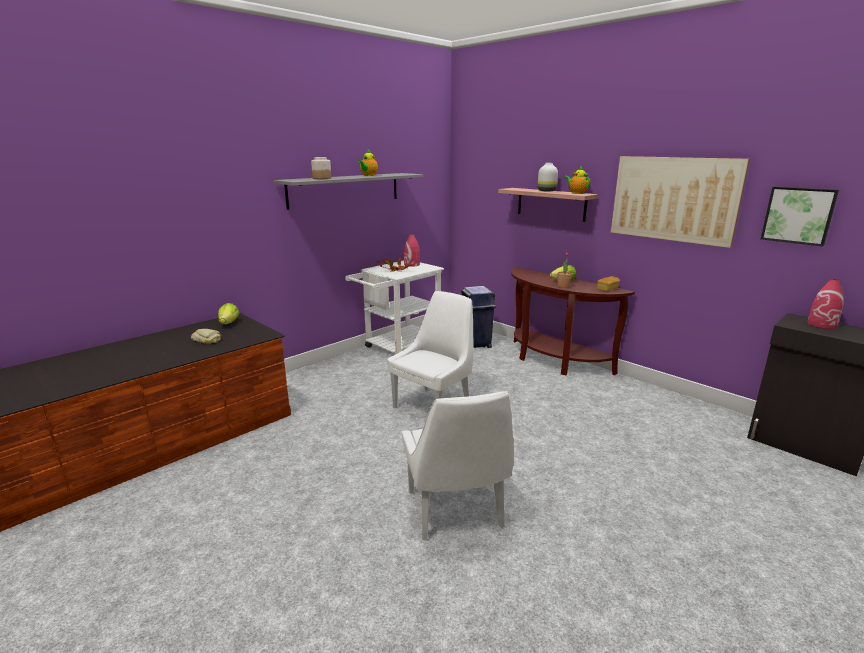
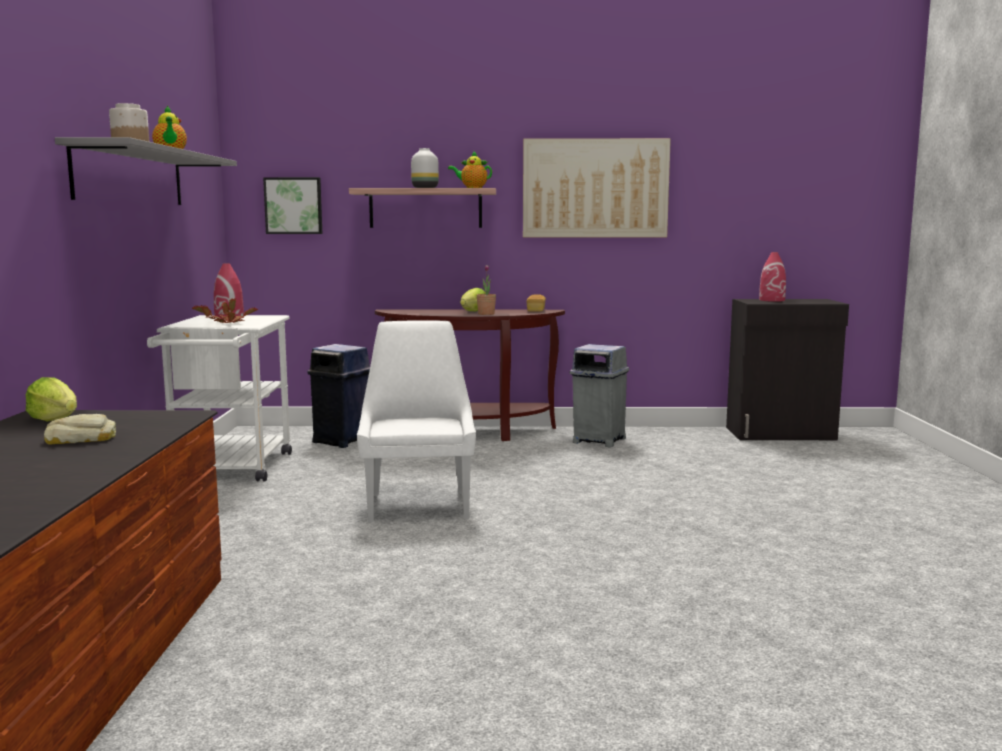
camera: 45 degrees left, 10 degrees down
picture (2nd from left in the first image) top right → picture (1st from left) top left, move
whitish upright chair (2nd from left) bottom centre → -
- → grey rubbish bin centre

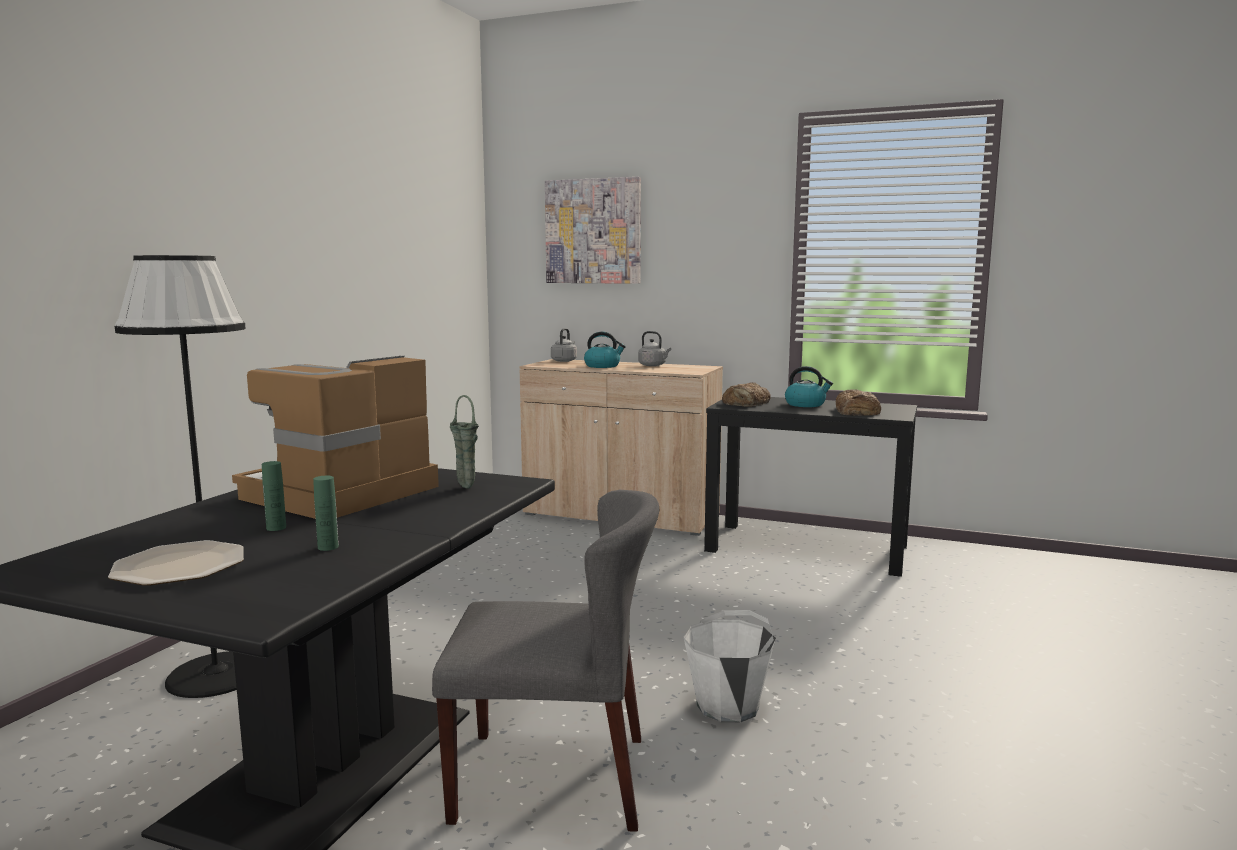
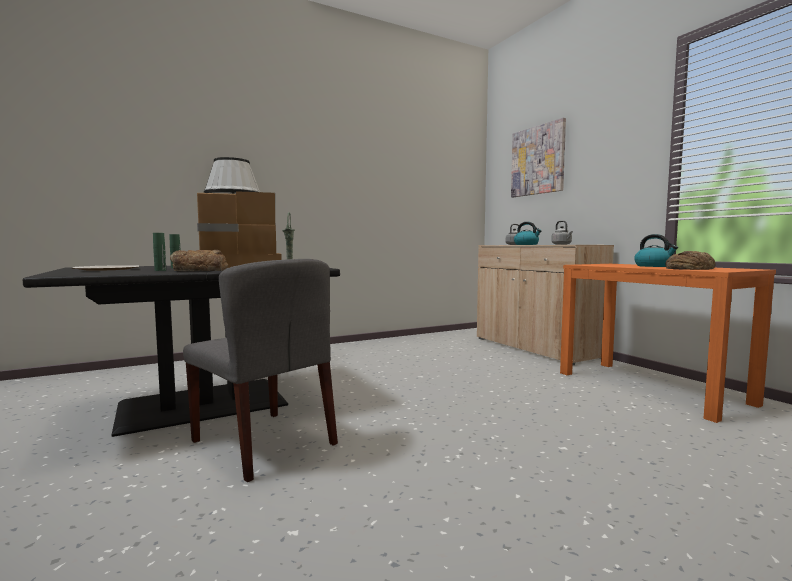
camera: 40 degrees right, 5 degrees down
baked bread (1st from left) centre → baked bread (1st from left) middle left, move
black hall table centre → orangey hall table middle right
whitish water bucket bottom centre → -

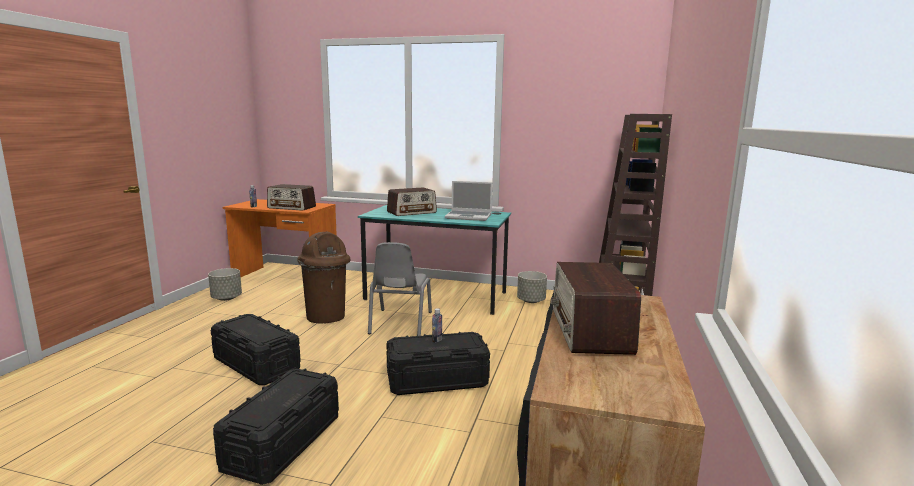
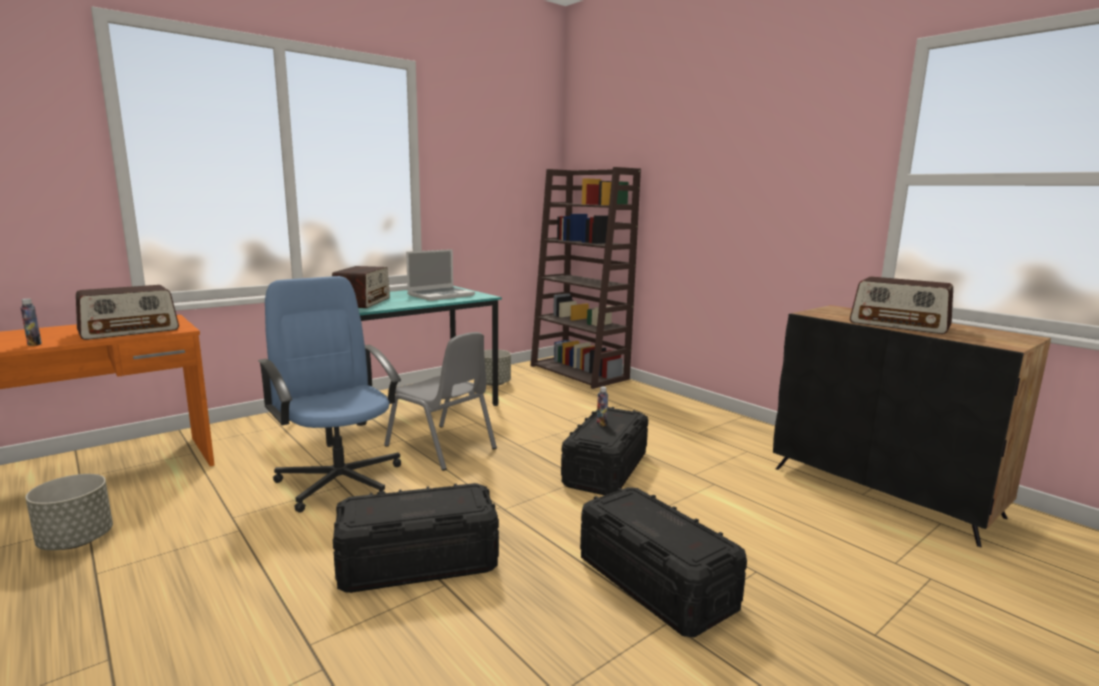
camera: 55 degrees left, 0 degrees up
brownish rubbish bin centre → blue computer chair middle left

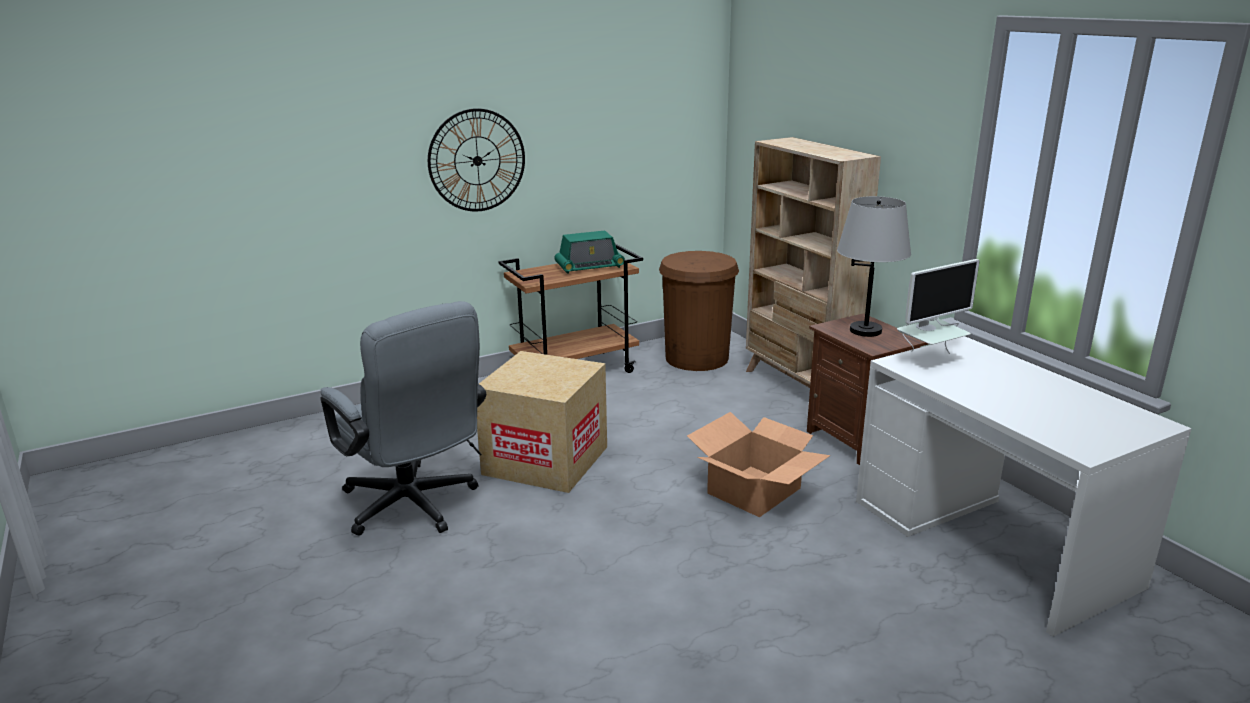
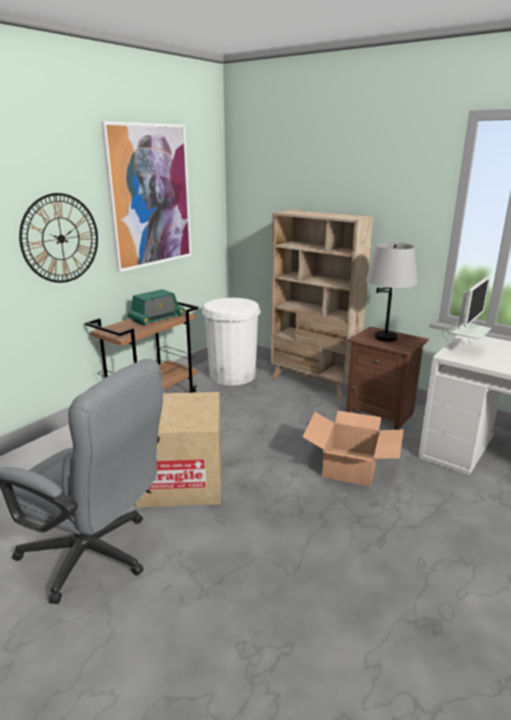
camera: 25 degrees left, 0 degrees up
brownish rubbish bin centre → whitish rubbish bin centre
- → picture top left

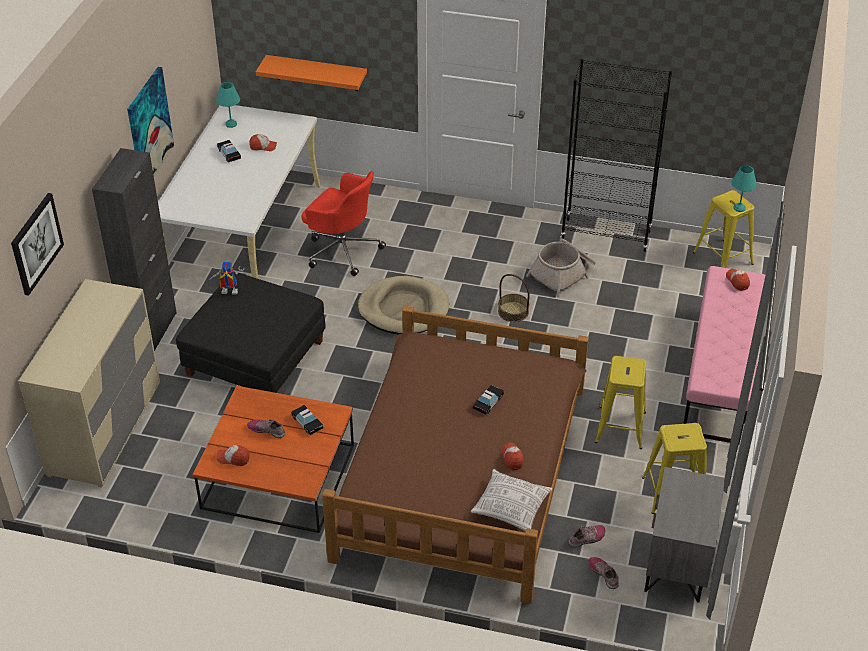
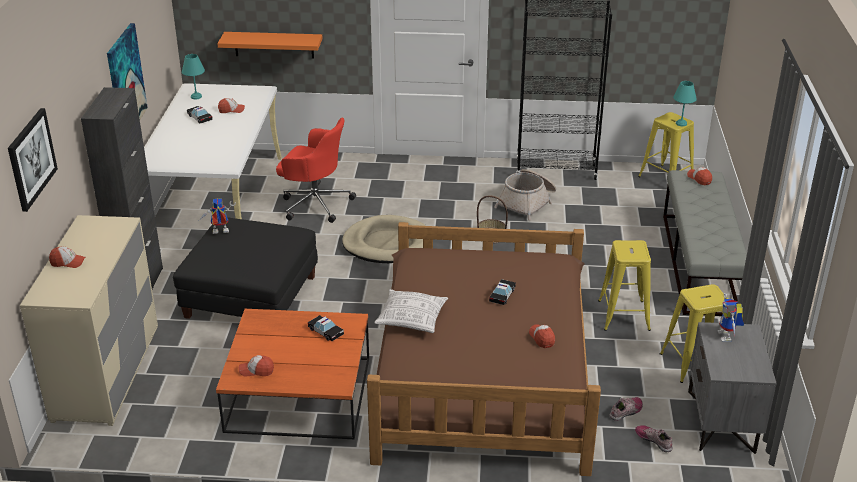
camera: 10 degrees left, 10 degrees down
pink bench middle right → grey bench middle right
shoe (1st from left) middle left → -
pillow bottom centre → pillow centre, move
- → cap (1st from left) middle left
- → model robot (2nd from left) middle right

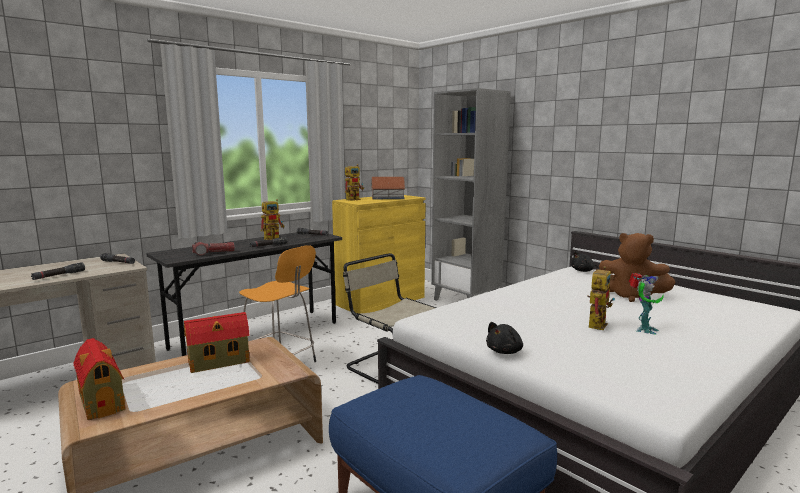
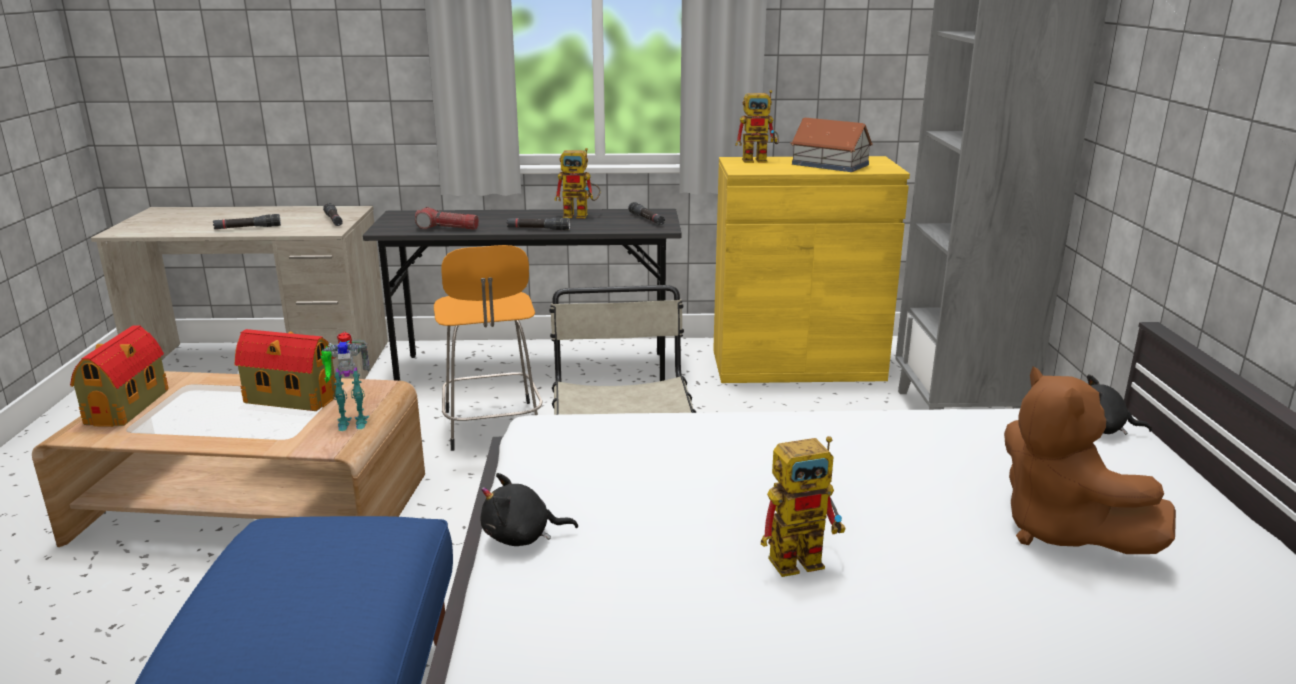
camera: 40 degrees right, 10 degrees up
model robot (4th from left in the first image) middle right → model robot (1st from left) middle left, move

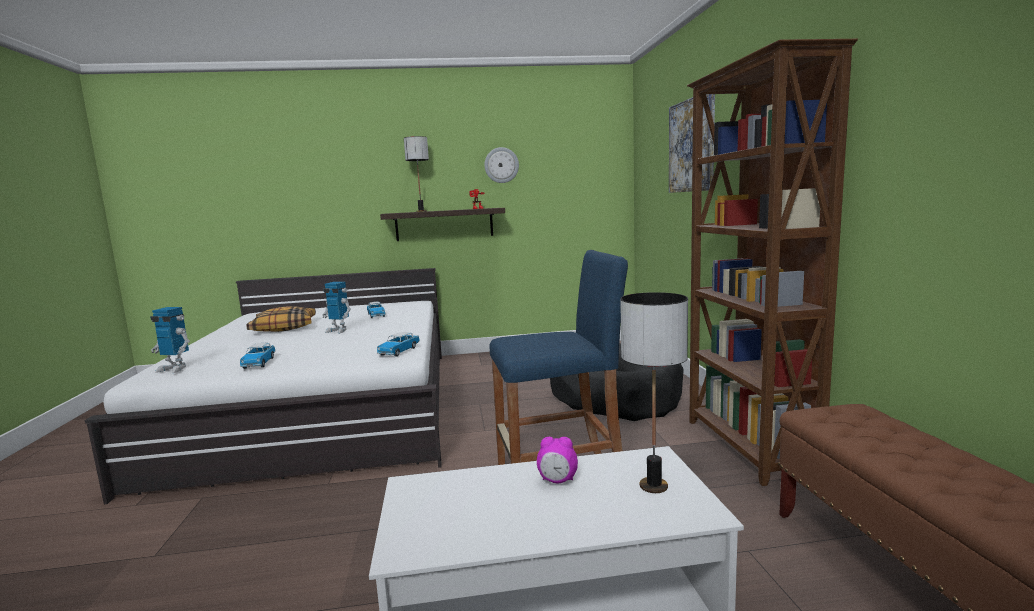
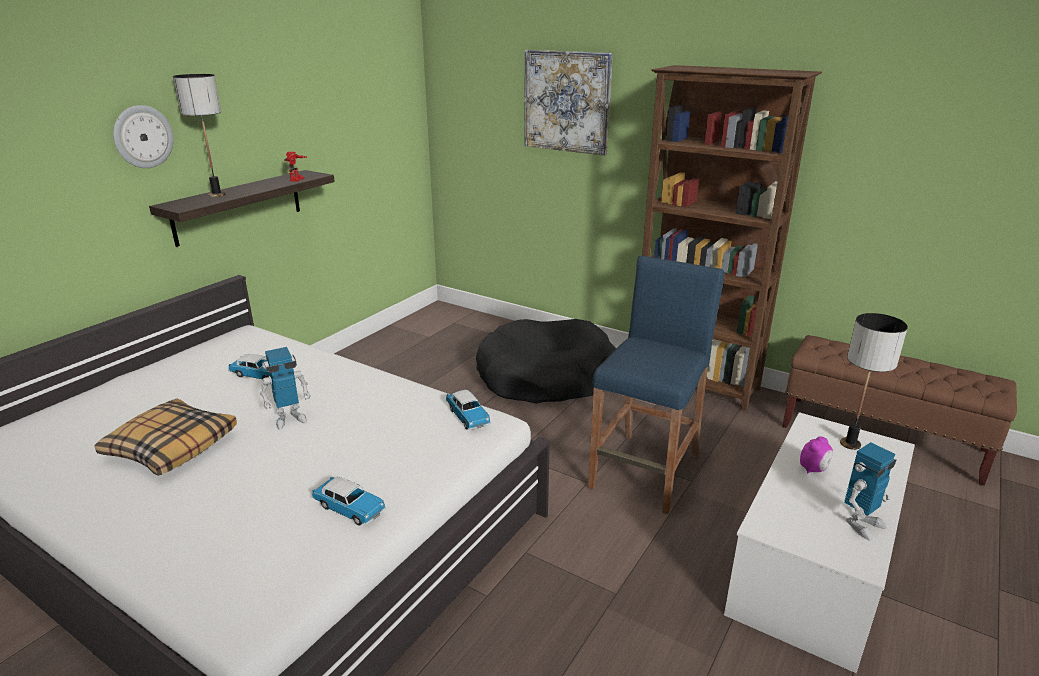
camera: 50 degrees left, 15 degrees up
hanging clock top centre → hanging clock top left, move
model robot (1st from left in the first image) middle left → model robot (3rd from left) bottom right, move

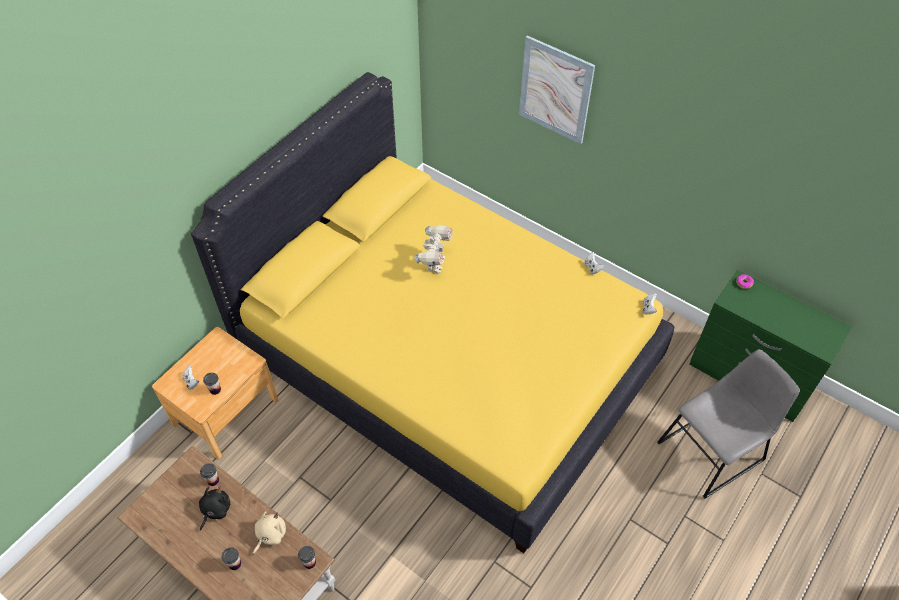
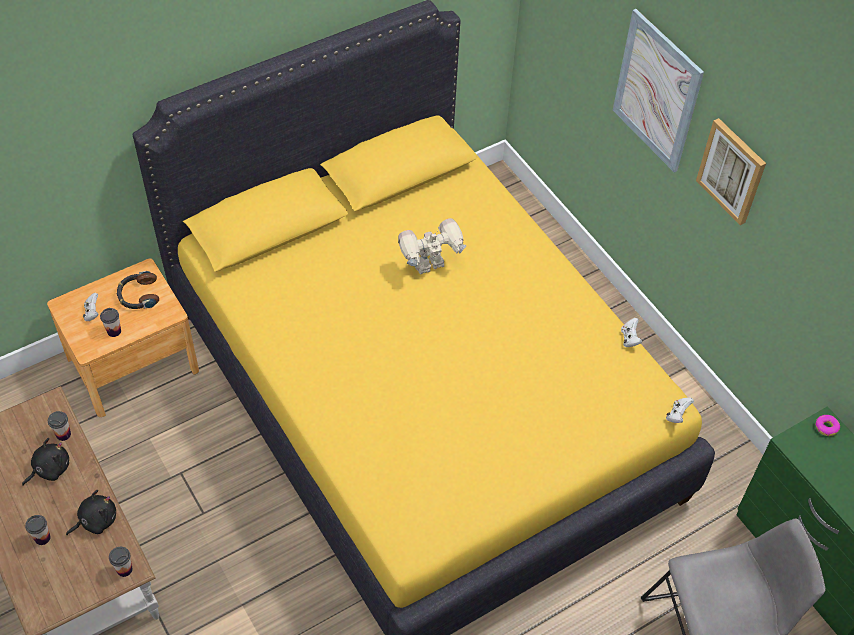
camera: 20 degrees right, 0 degrees up
model robot centre, 150 degrees counterclockwise
beige soft toy bottom left → black soft toy (2nd from left) bottom left
- → picture (2nd from left) top right
- → pair of headphones middle left

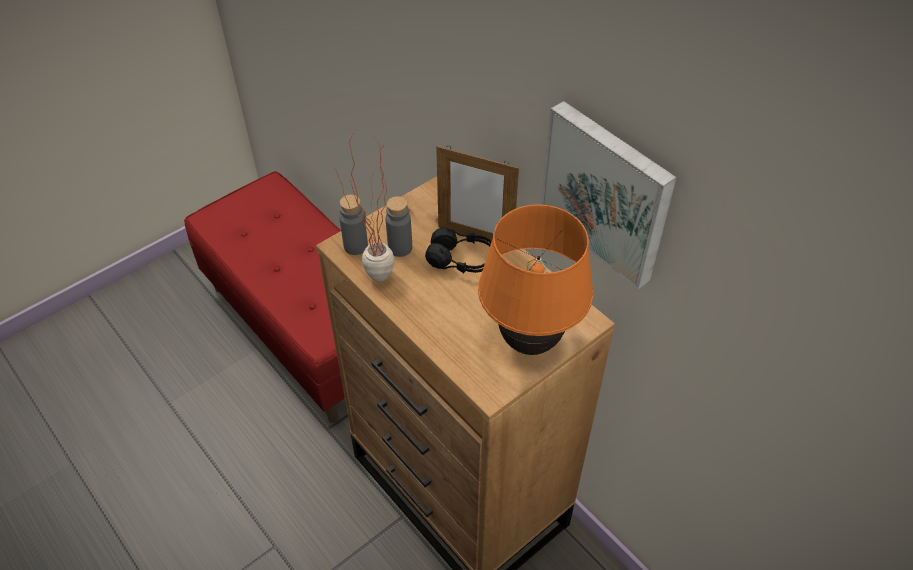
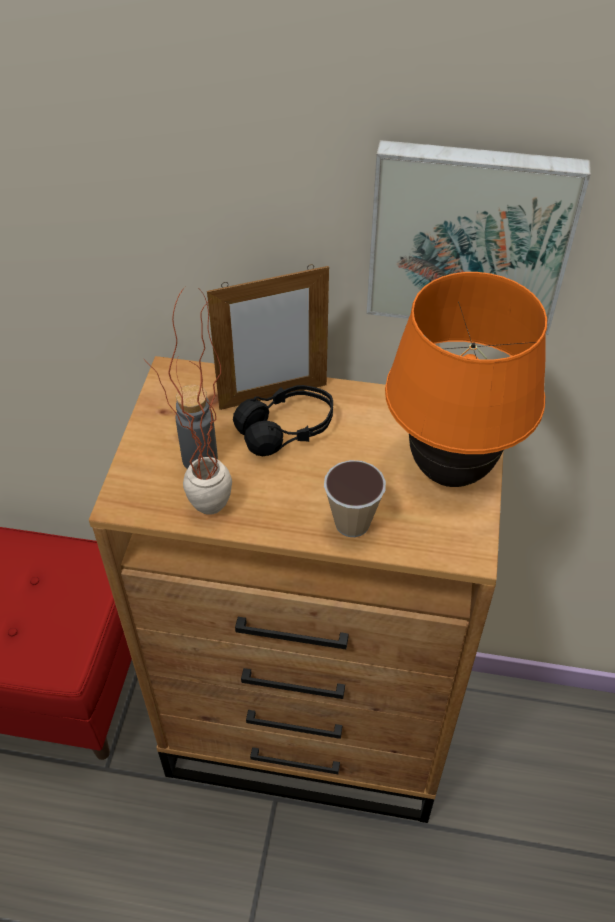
camera: 40 degrees left, 0 degrees up
grey beverage bottle (1st from left) centre → -
- → cup centre

